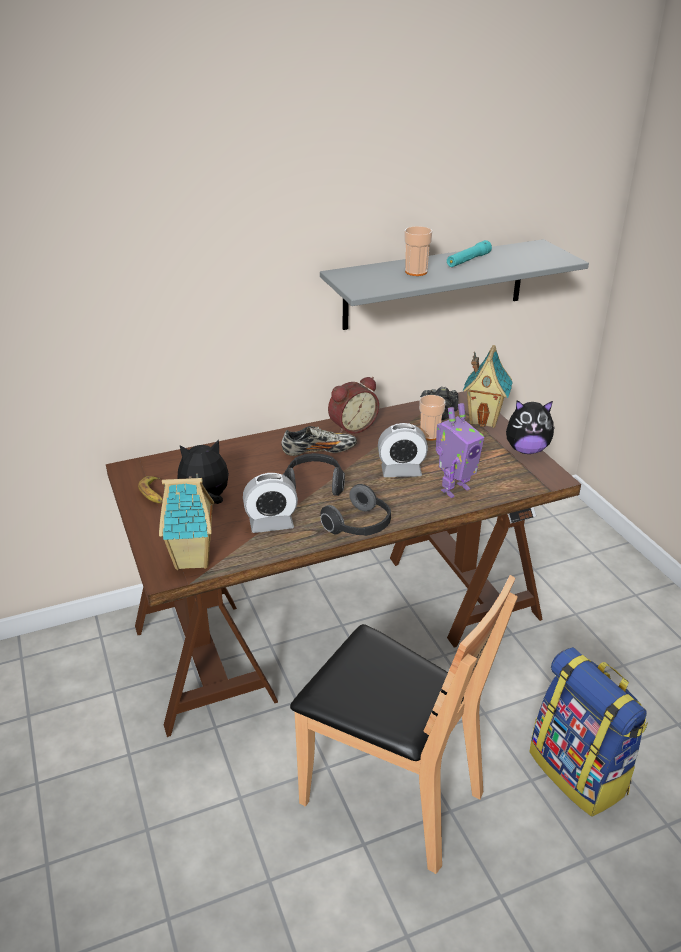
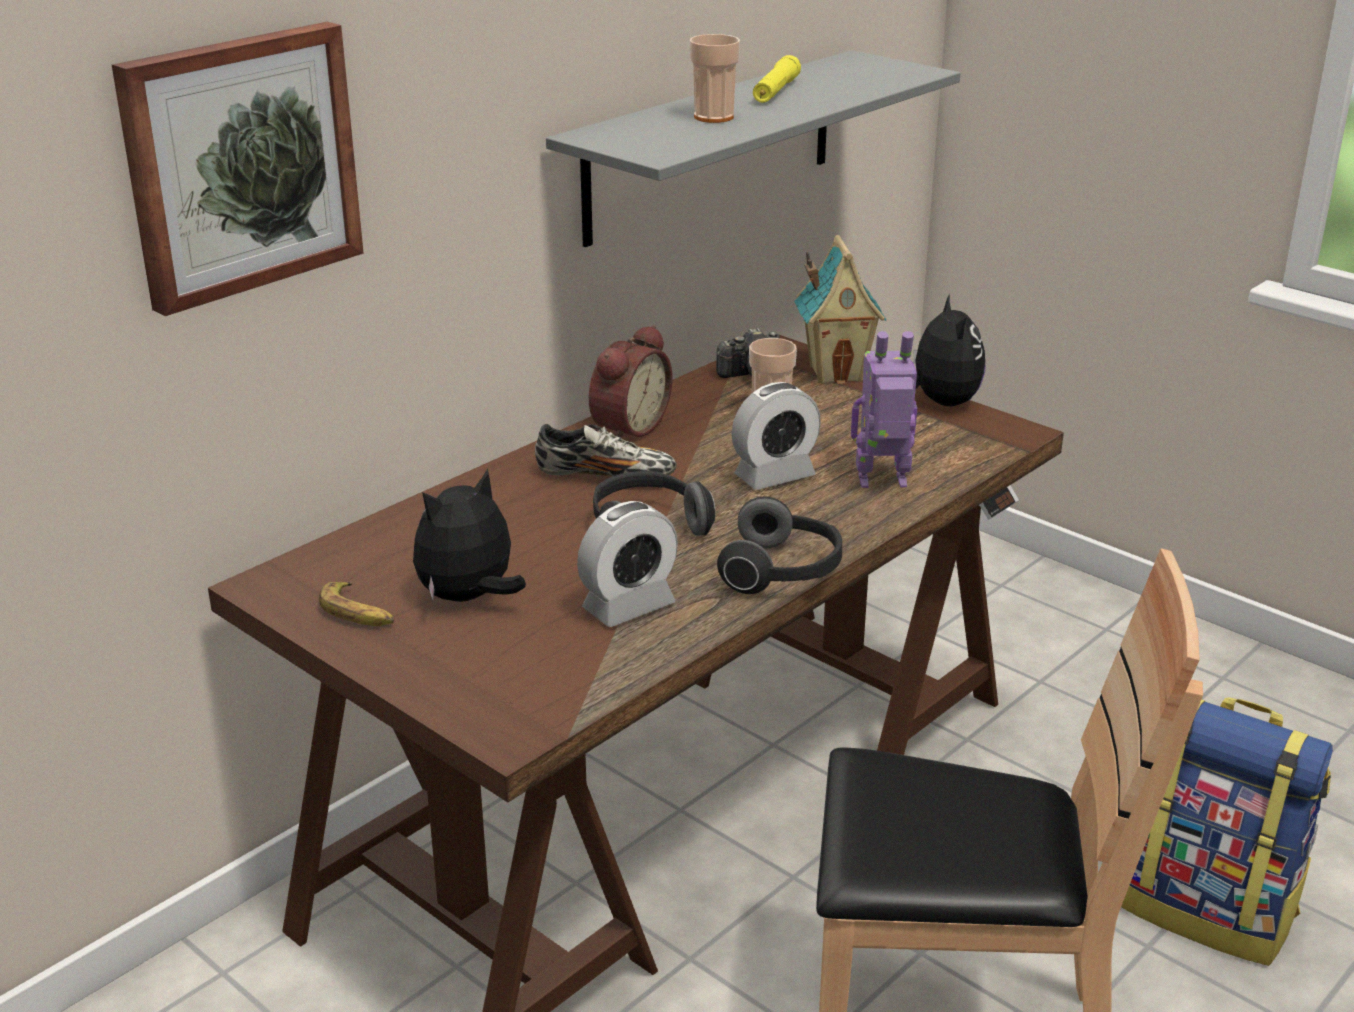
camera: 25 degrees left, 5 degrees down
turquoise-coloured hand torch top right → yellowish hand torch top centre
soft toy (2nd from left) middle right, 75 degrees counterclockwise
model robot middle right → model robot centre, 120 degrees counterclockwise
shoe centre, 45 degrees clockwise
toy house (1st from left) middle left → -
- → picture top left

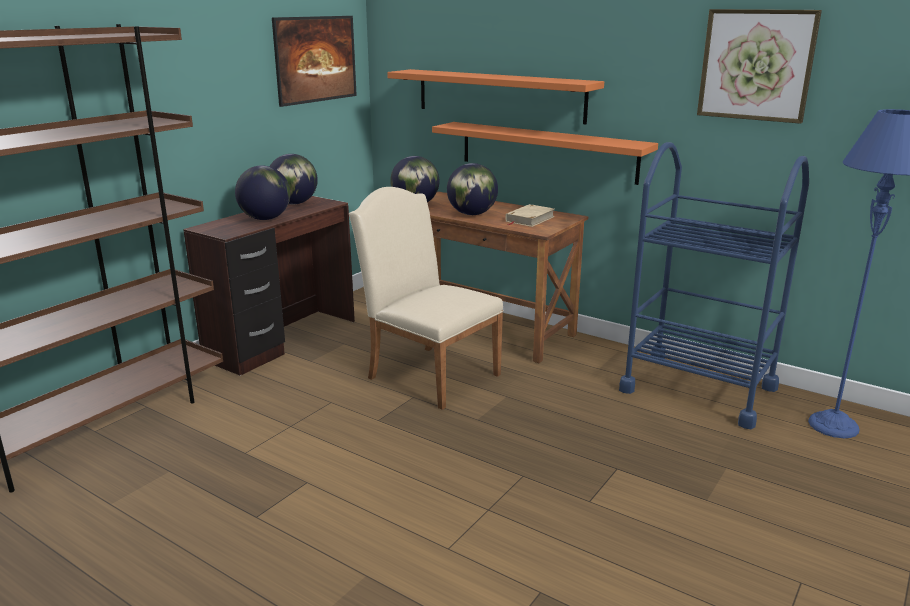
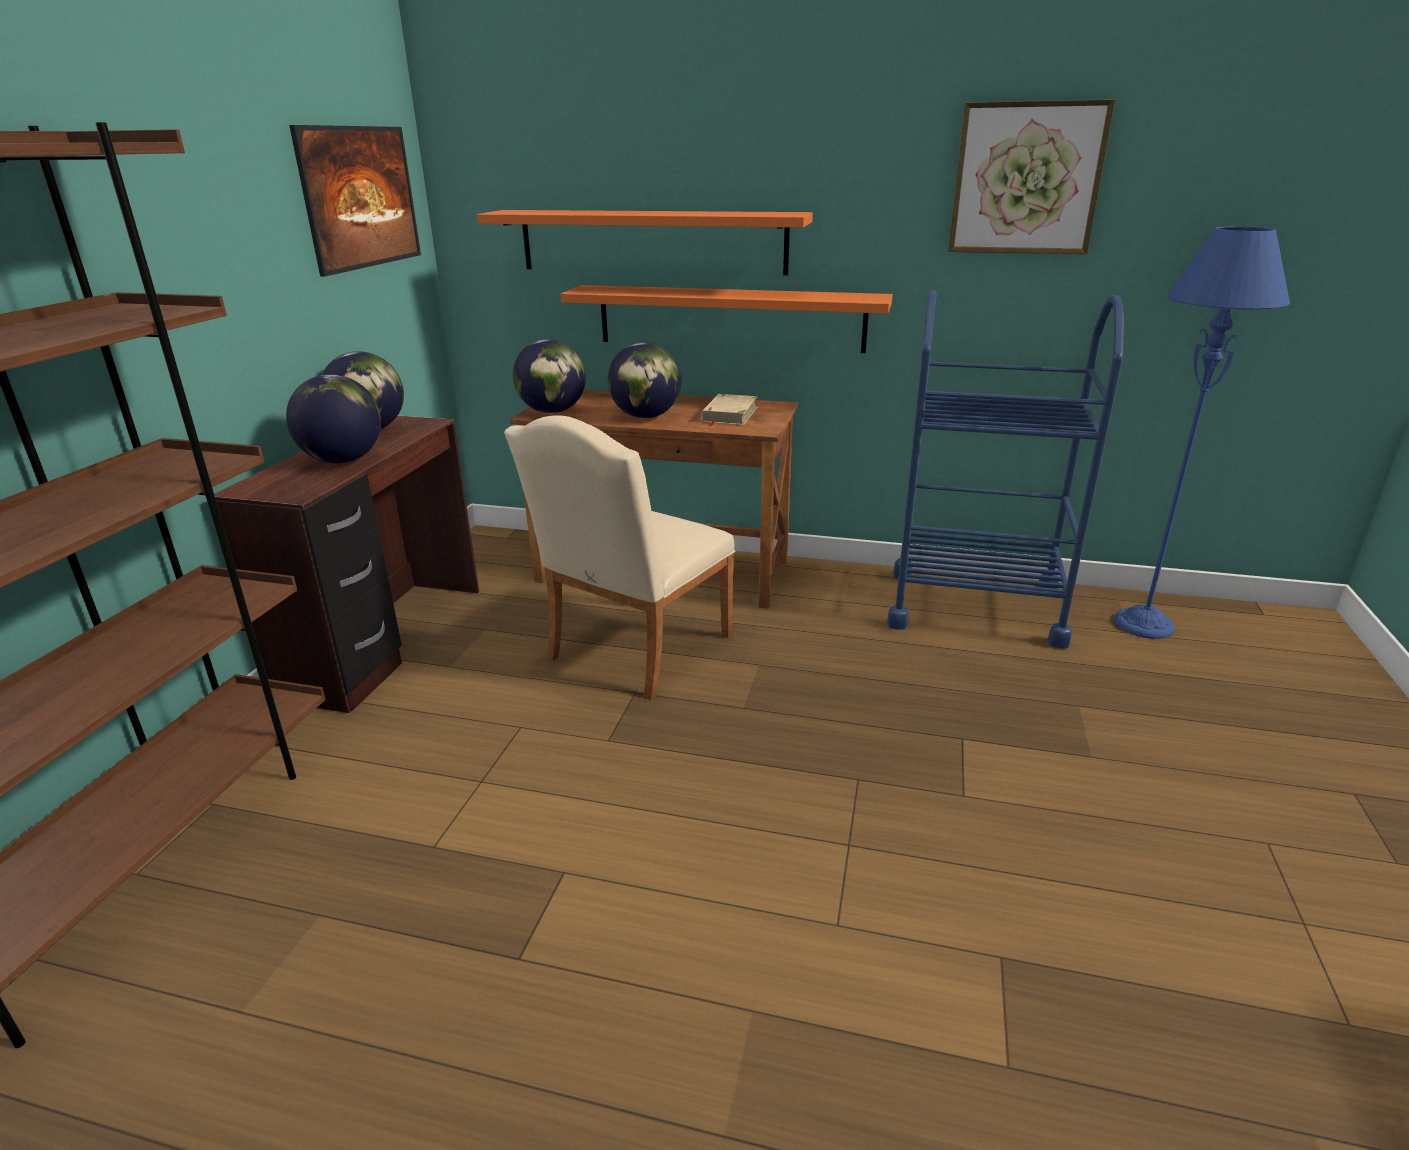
camera: 20 degrees left, 5 degrees up
beige upright chair centre, 75 degrees counterclockwise

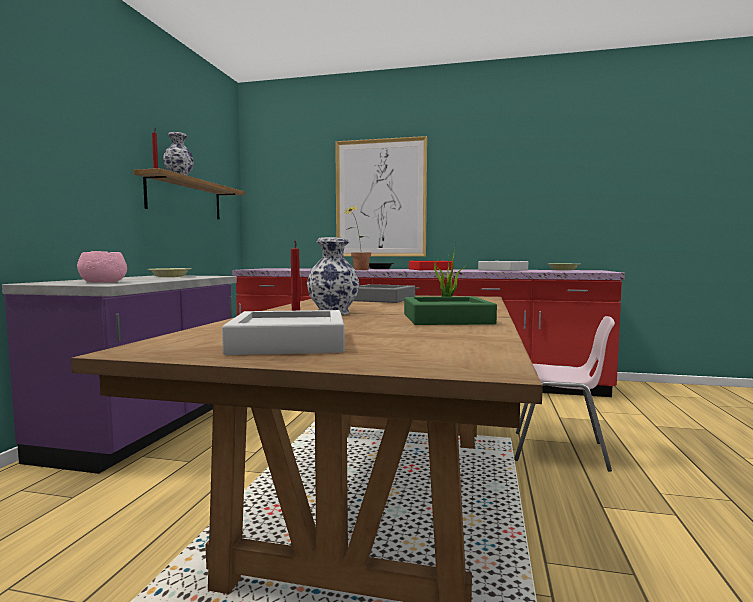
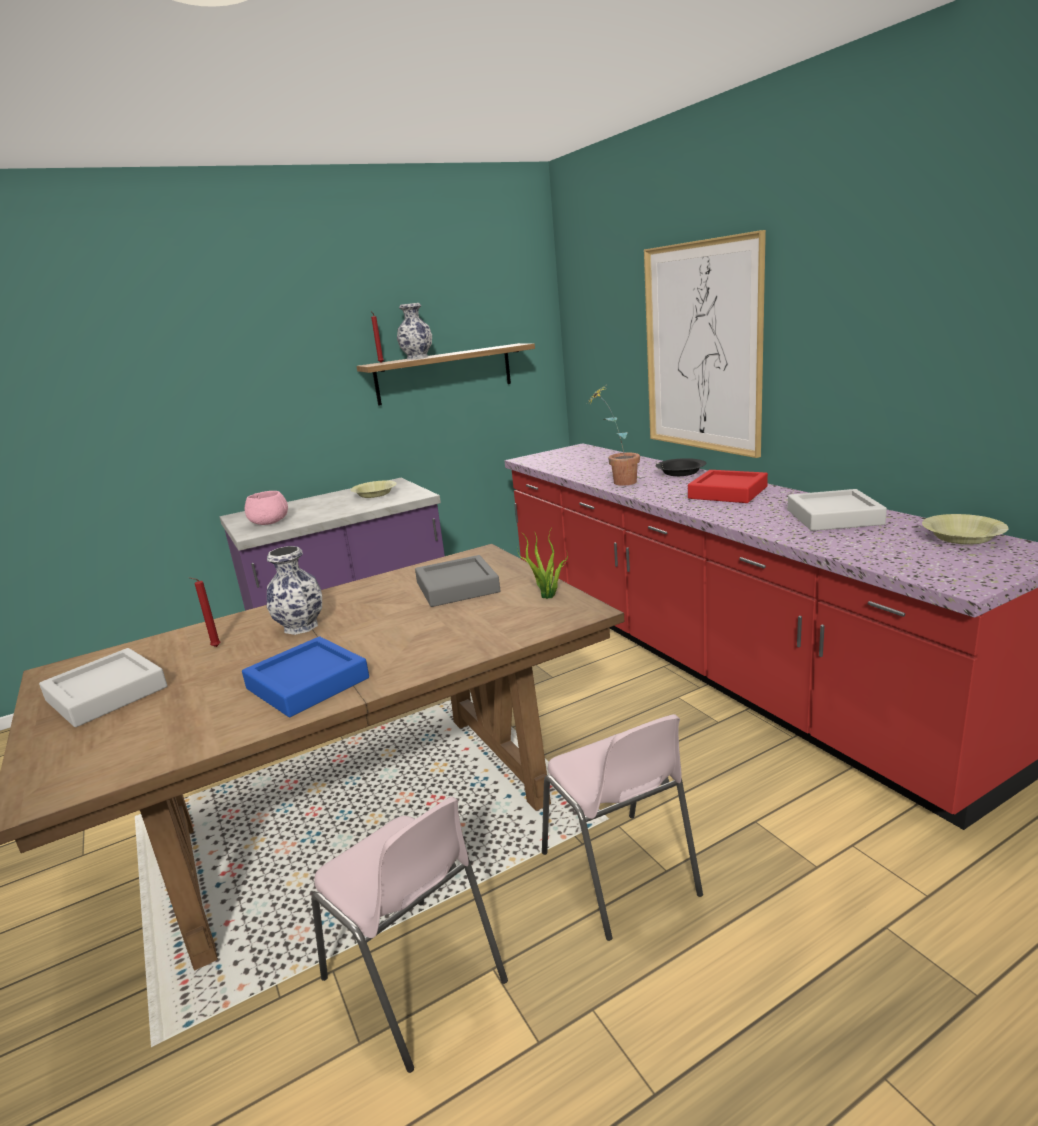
camera: 50 degrees right, 15 degrees up
green-coloured carrying tray centre → blue carrying tray middle left
- → pink upright chair (1st from left) bottom centre

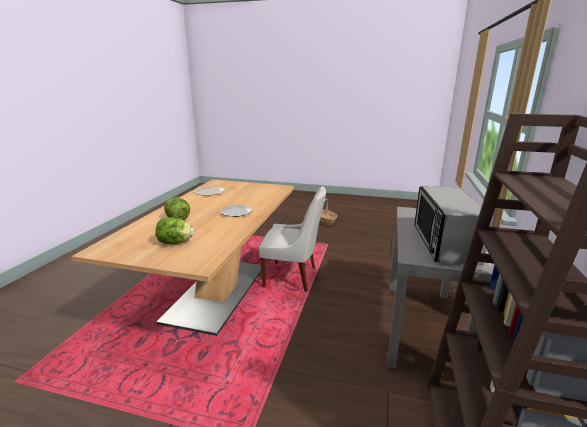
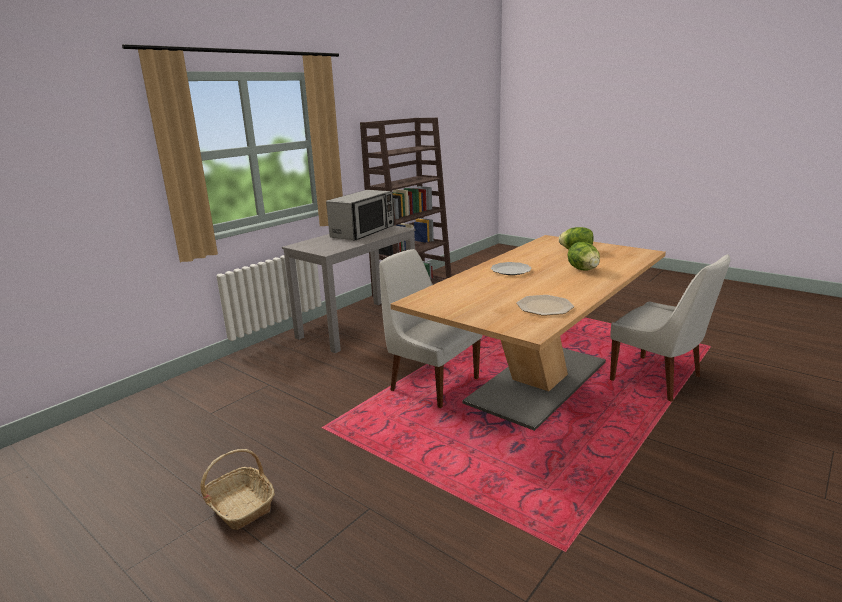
camera: 155 degrees left, 0 degrees up
- → whitish upright chair (2nd from left) middle right

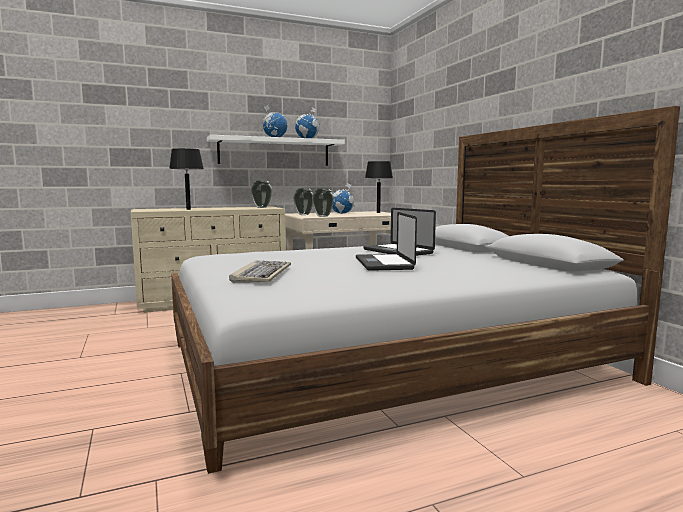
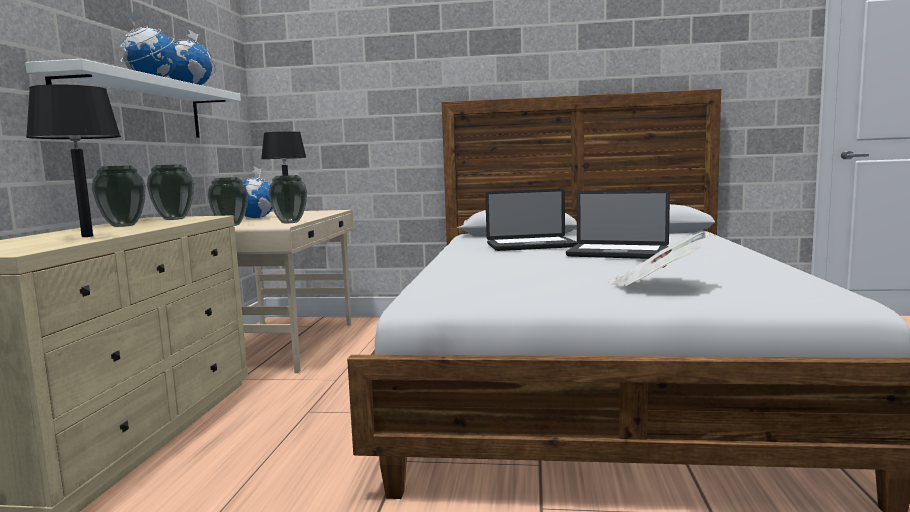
camera: 60 degrees left, 0 degrees up
PC keyboard centre → daily paper middle right
- → vase (1st from left) middle left

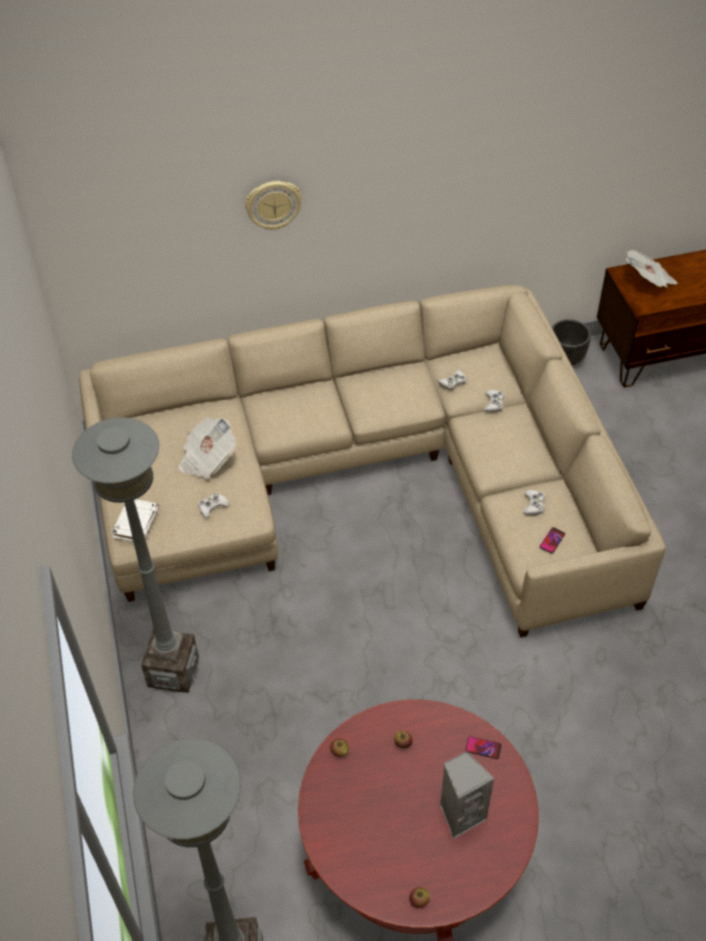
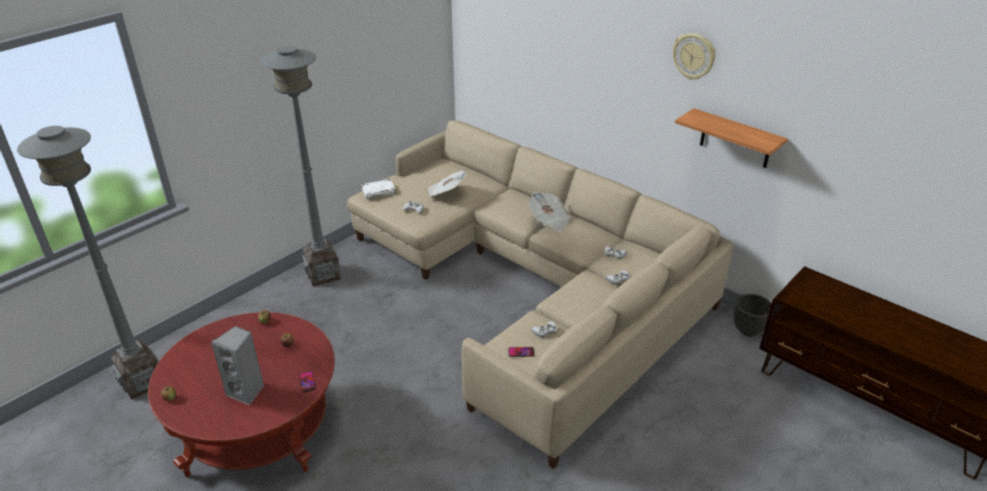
camera: 55 degrees right, 15 degrees down
hanging clock top centre → hanging clock top right, move
daily paper (2nd from left) top right → daily paper (2nd from left) centre, move
- → shelf top right

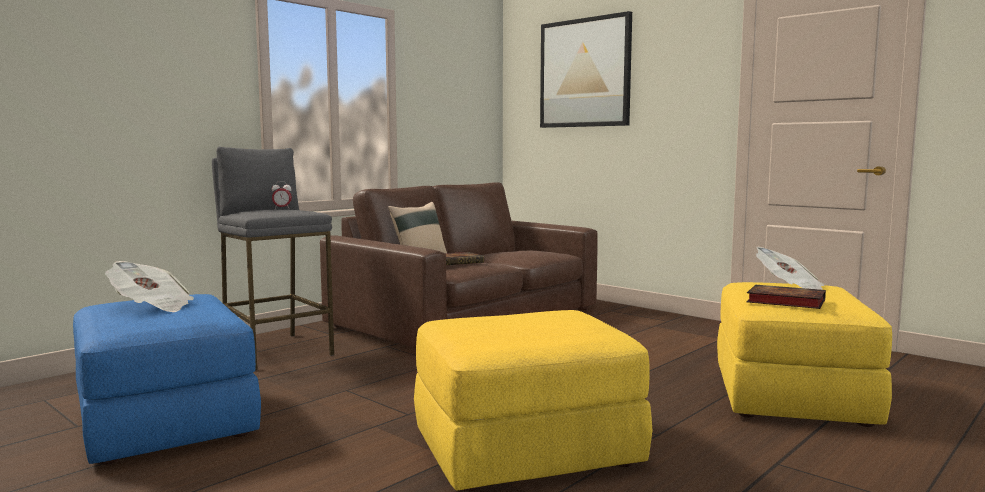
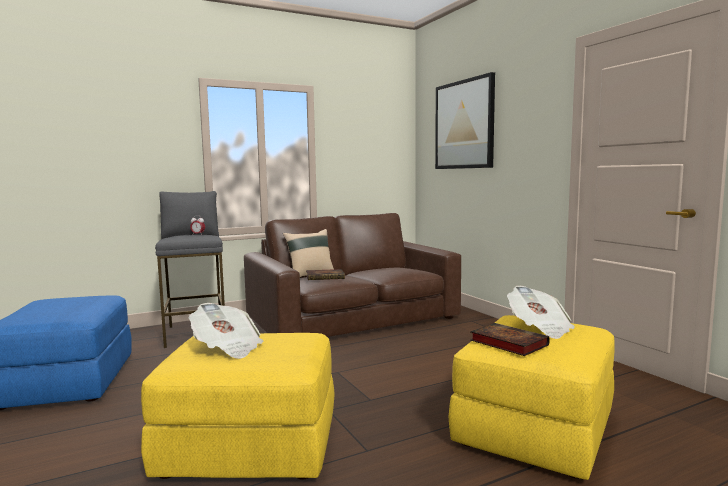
camera: 20 degrees right, 0 degrees up
daily paper (1st from left) middle left → daily paper (1st from left) bottom left, move

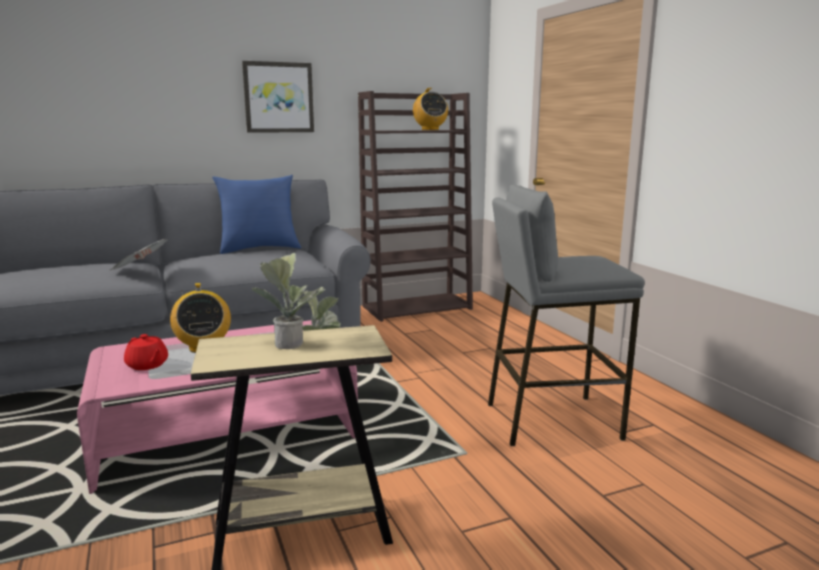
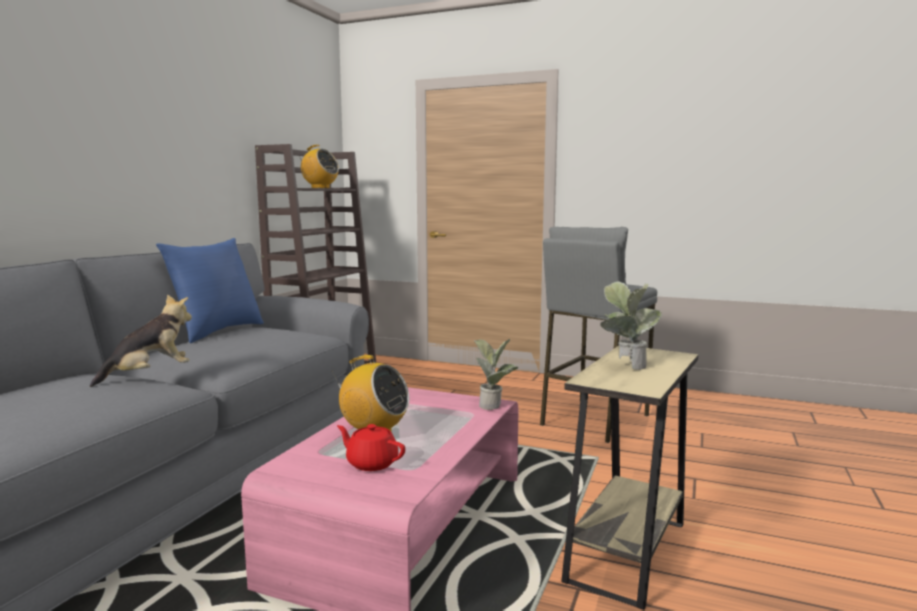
camera: 45 degrees left, 5 degrees down
picture top centre → -
daily paper middle left → soft toy middle left
red teapot middle left → red teapot bottom centre, 150 degrees counterclockwise

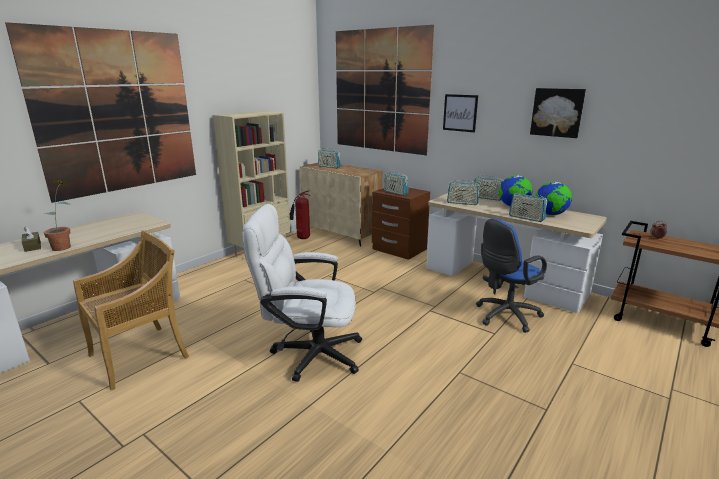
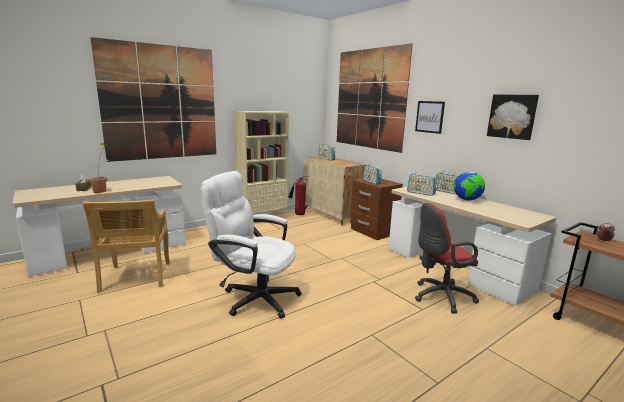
camera: 15 degrees right, 5 degrees down
desk globe (2nd from left) middle right → -
radio (5th from left) middle right → -
blue computer chair middle right → red computer chair middle right
beige upright chair middle left, 105 degrees clockwise

